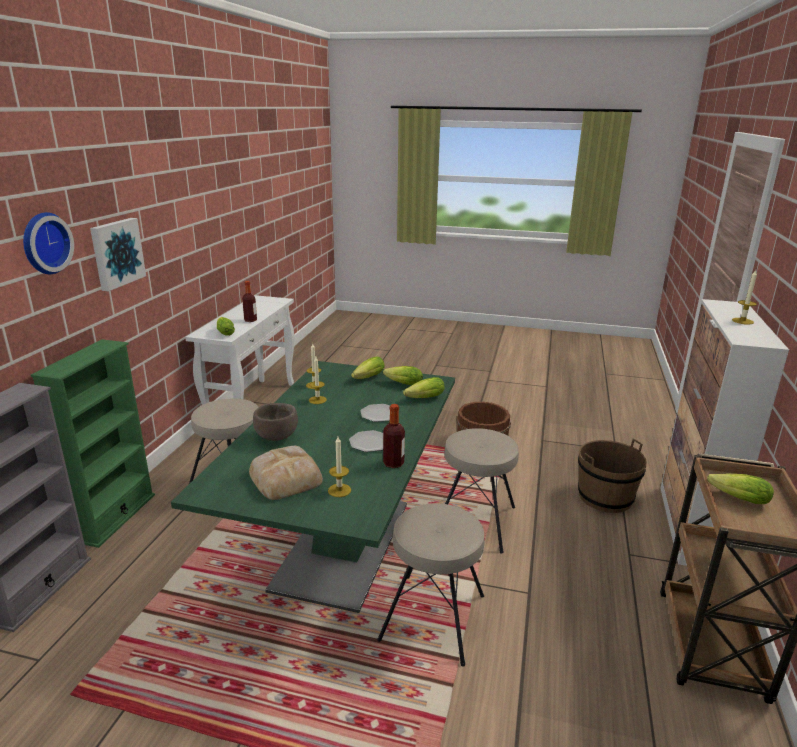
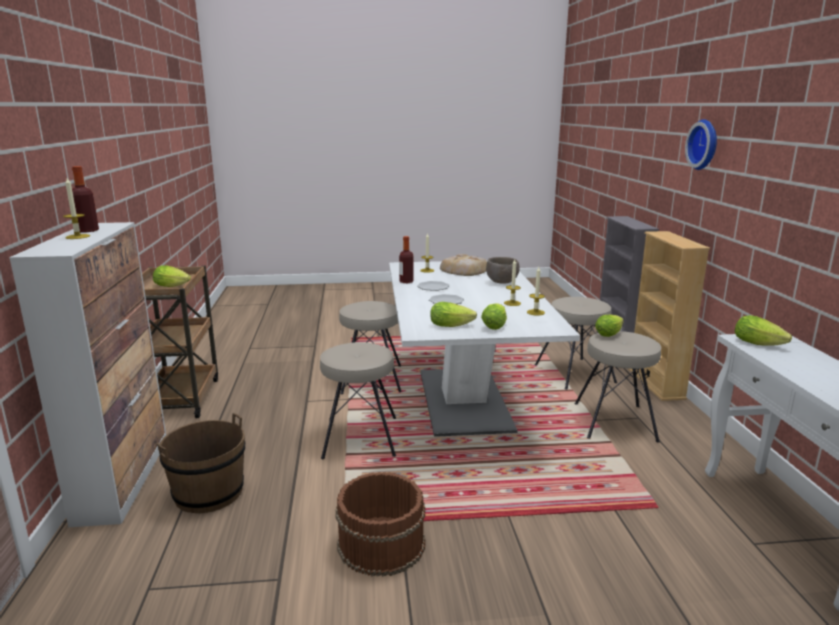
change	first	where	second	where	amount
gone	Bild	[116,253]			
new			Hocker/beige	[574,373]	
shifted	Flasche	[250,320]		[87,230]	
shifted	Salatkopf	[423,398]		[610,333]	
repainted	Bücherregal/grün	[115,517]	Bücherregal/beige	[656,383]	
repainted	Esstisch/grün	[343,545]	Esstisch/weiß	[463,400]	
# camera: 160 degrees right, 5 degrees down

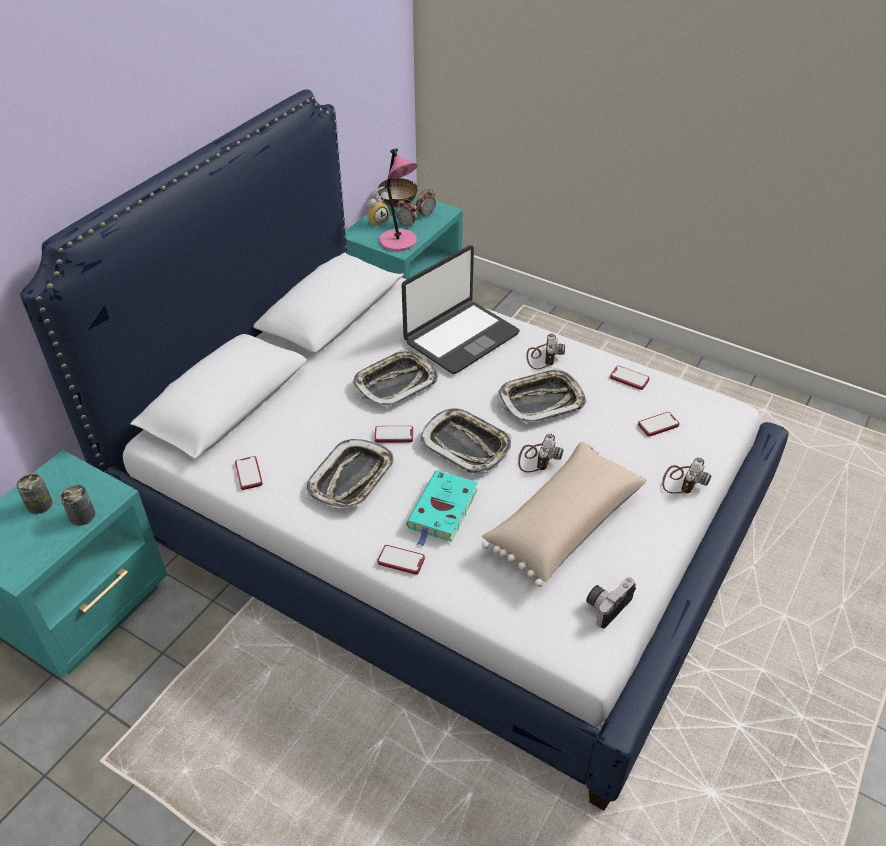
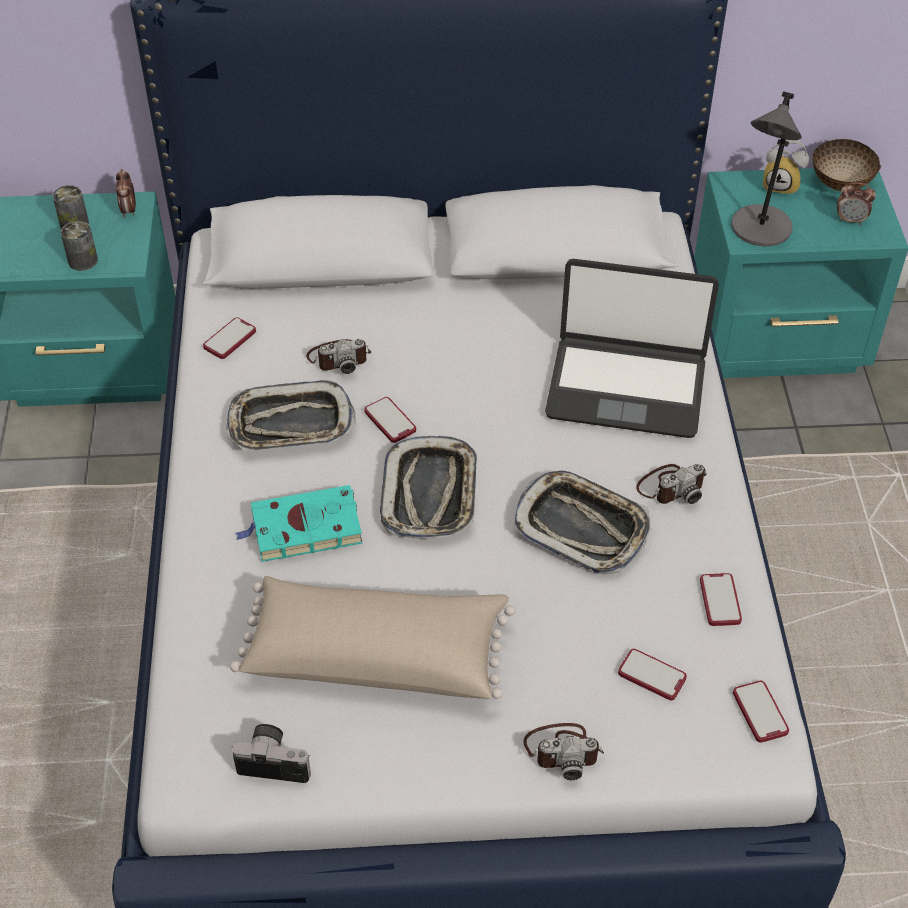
change	first	where	second	where	amount
gone	Tablett	[395,383]			
shifted	Handy	[401,560]		[760,712]	
shifted	Wecker	[407,224]		[129,211]	
shifted	Kamera	[537,458]		[339,358]	
repainted	Tischlampe/rosa	[399,242]	Tischlampe/grau	[760,229]	
# camera: 55 degrees right, 5 degrees up

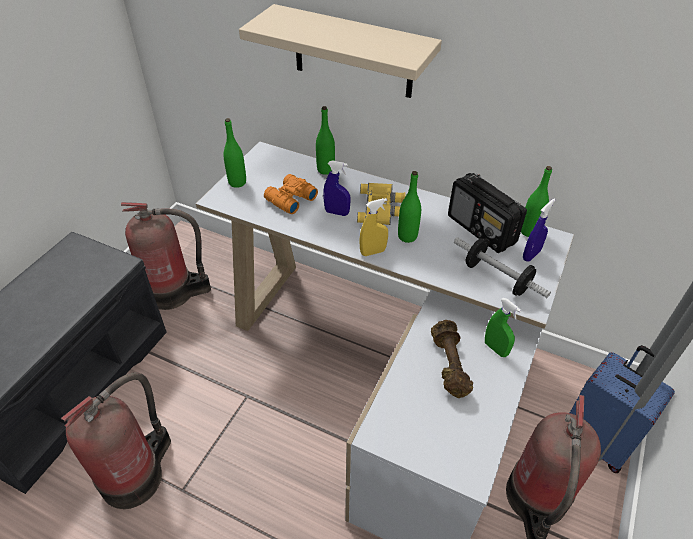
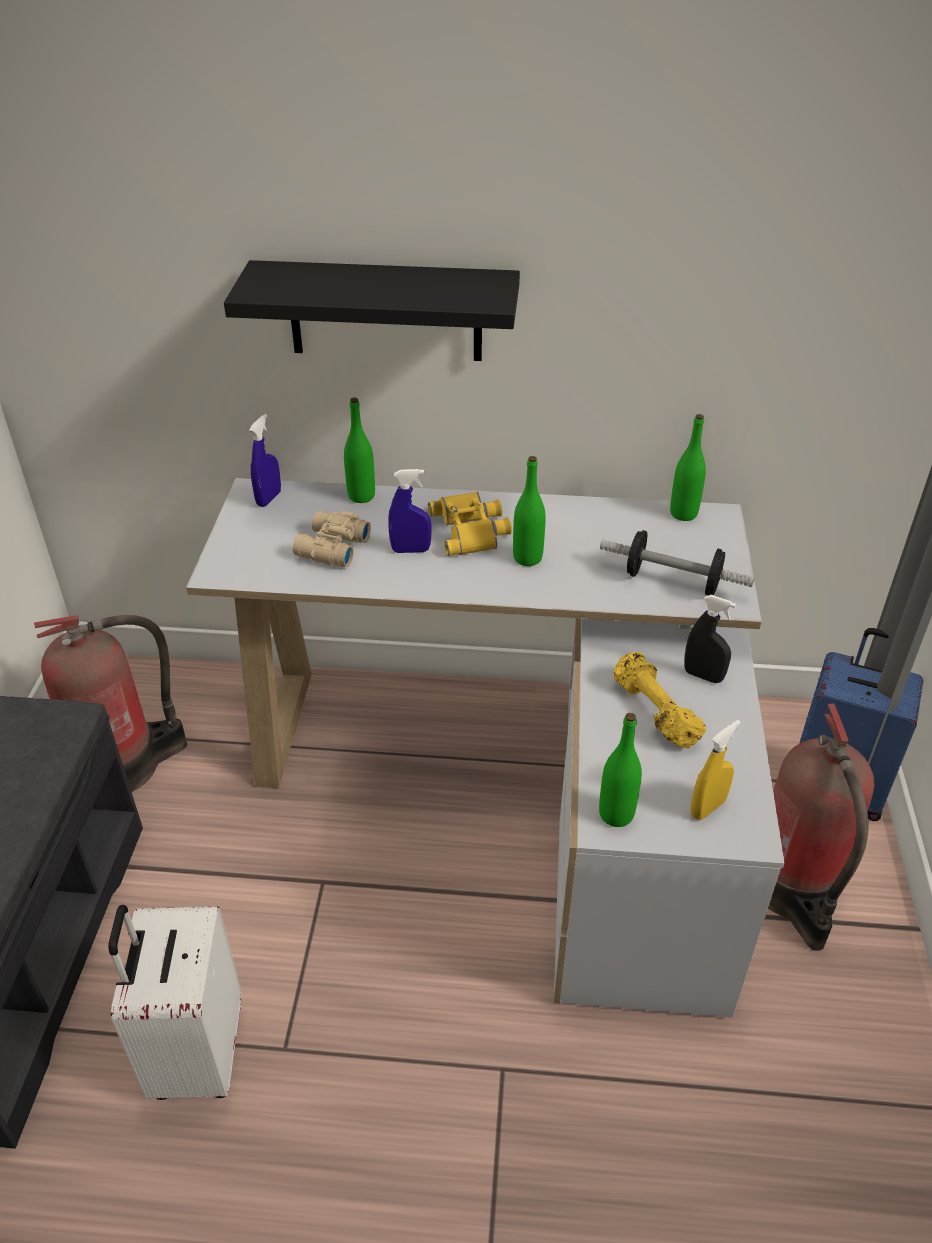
change	first	where	second	where	amount
gone	Radio	[481,230]			
shifted	Flasche/grün	[237,182]		[616,814]	
shifted	Sprühflasche/gelb	[373,252]		[707,808]	
shifted	Sprühflasche/blau	[531,255]		[269,499]	
swapped	Feuerlöscher	[135,474]	Koffer/weiß	[196,1053]	
repainted	Wandregal/beige	[353,52]	Wandregal/schwarz	[385,311]	
repainted	Fernglas/orange	[289,199]	Fernglas/beige	[331,548]	
repainted	Hantel/braun	[448,364]	Hantel/gelb	[653,712]	
repainted	Sprühflasche/grün	[495,348]	Sprühflasche/schwarz	[703,676]	
# camera: 20 degrees left, 5 degrees down

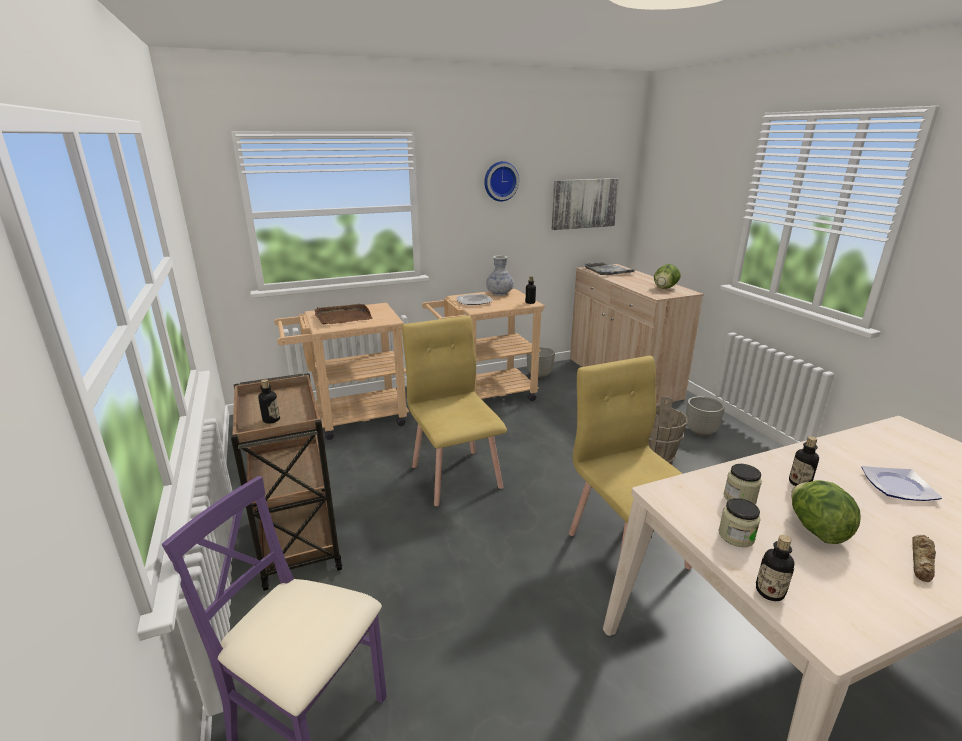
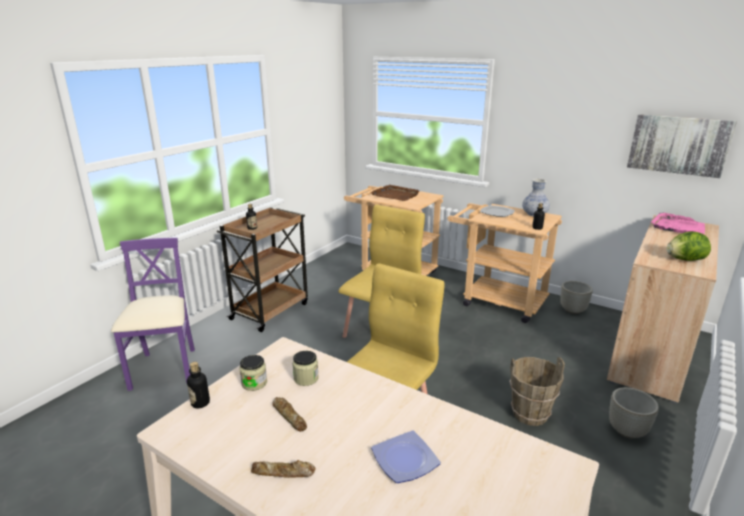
change	first	where	second	where	amount
gone	Wanduhr	[500,181]			
gone	Flasche	[799,483]			
swapped	Salatkopf	[816,529]	Brot	[289,416]	
repainted	Tablett/grau	[607,271]	Tablett/rosa	[678,227]	
# camera: 55 degrees right, 0 degrees up

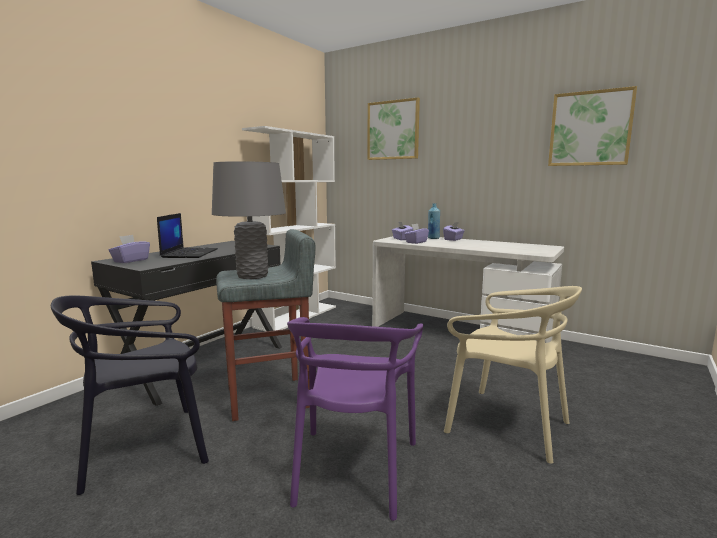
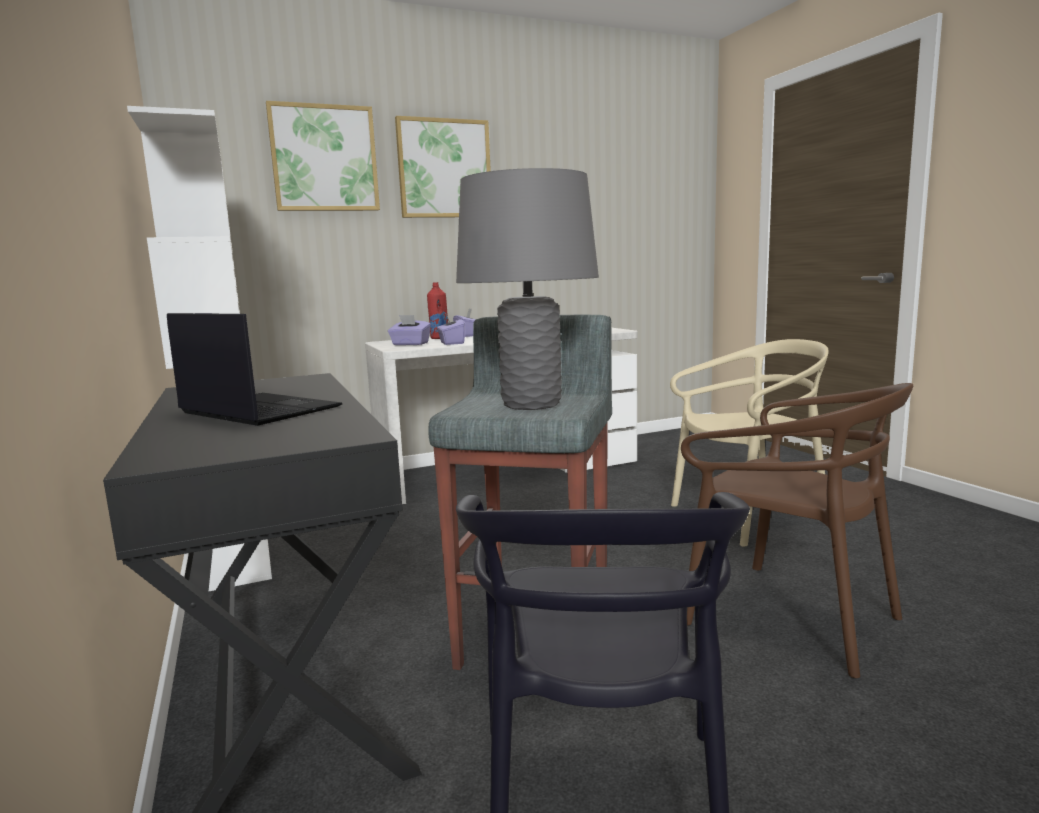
change	first	where	second	where	amount
gone	Taschentuchbox/lila	[130,260]			
shifted	Bild	[590,128]		[444,169]	
repainted	Stuhl/lila	[353,469]	Stuhl/braun	[790,617]	
repainted	Flasche/blau	[433,238]	Flasche/rot	[439,338]	
# camera: 55 degrees left, 0 degrees up

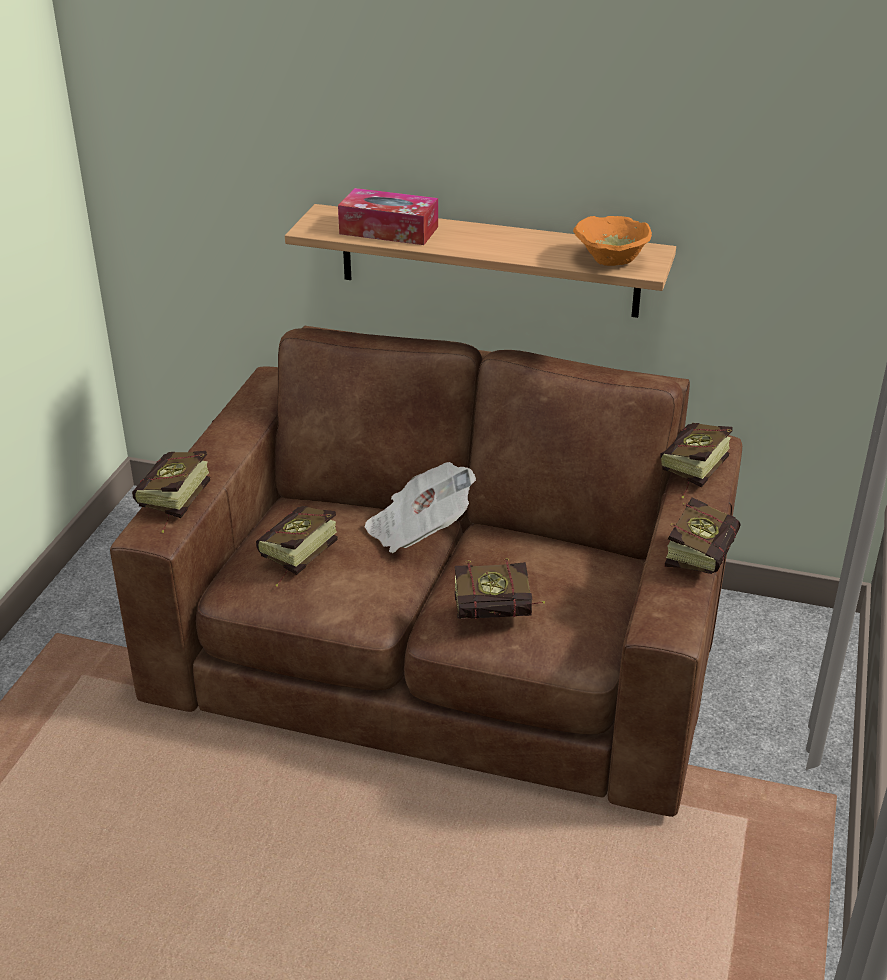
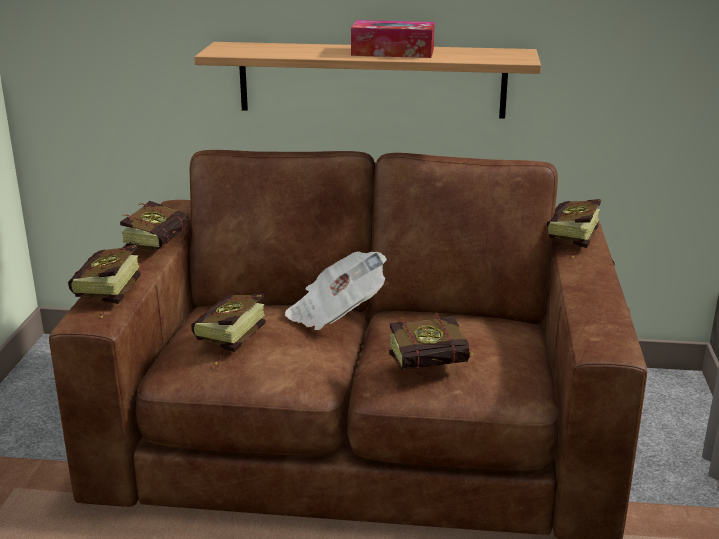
change	first	where	second	where	amount
gone	Schüssel/orange	[610,259]			
shifted	Taschentuchbox	[389,230]		[393,52]	
shifted	Buch	[702,554]		[160,244]	
# camera: 10 degrees left, 10 degrees down

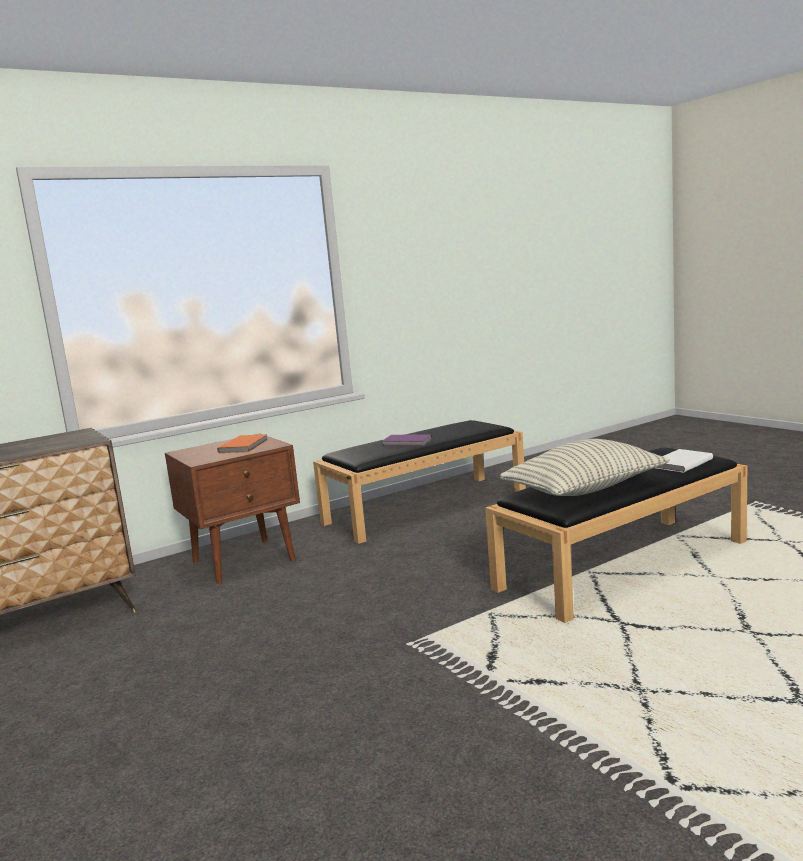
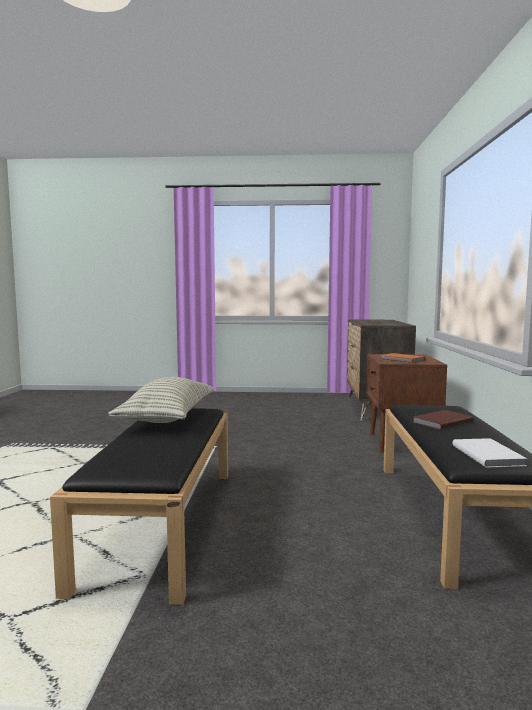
change	first	where	second	where	amount
shifted	Buch/weiß	[680,463]		[488,455]	
repainted	Buch/lila	[407,442]	Buch/braun	[441,422]	
# camera: 125 degrees right, 5 degrees down

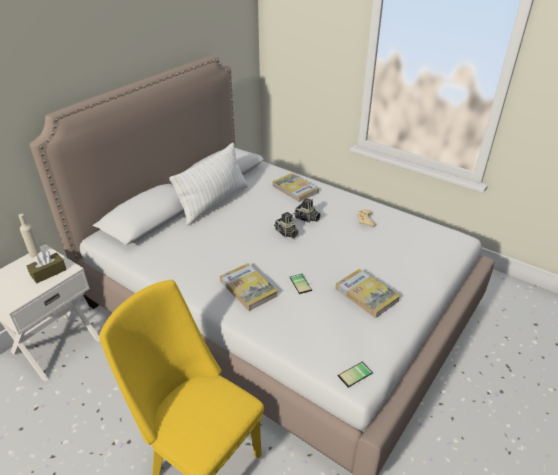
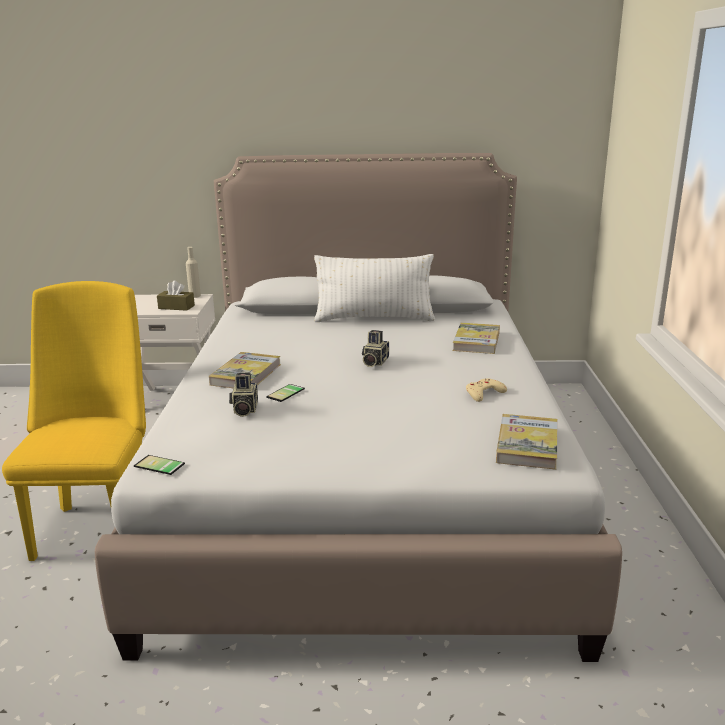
change	first	where	second	where	amount
shifted	Kamera	[307,219]		[244,409]	
shifted	Buch	[366,294]		[527,445]	
# camera: 55 degrees right, 15 degrees down

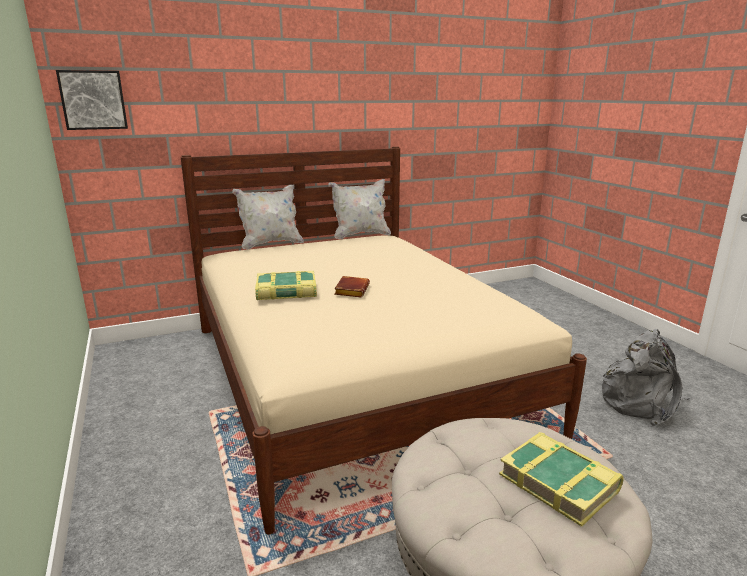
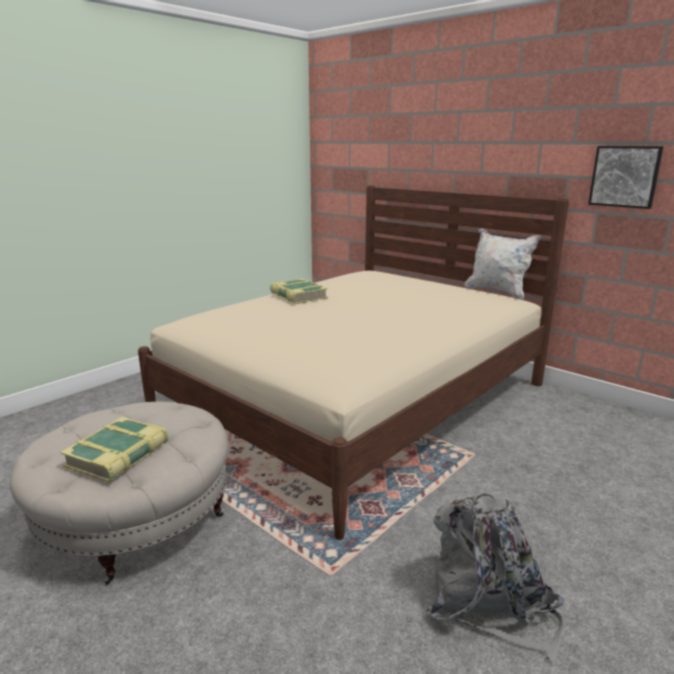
change	first	where	second	where	amount
gone	Kissen/weiß	[270,244]			
gone	Buch/braun	[351,290]			
shifted	Bild	[93,100]		[625,176]	
# camera: 65 degrees right, 0 degrees up

